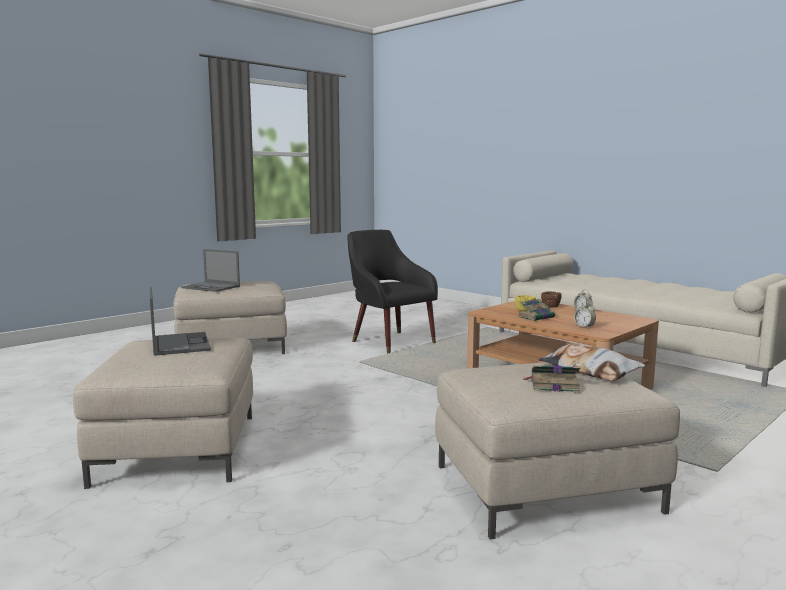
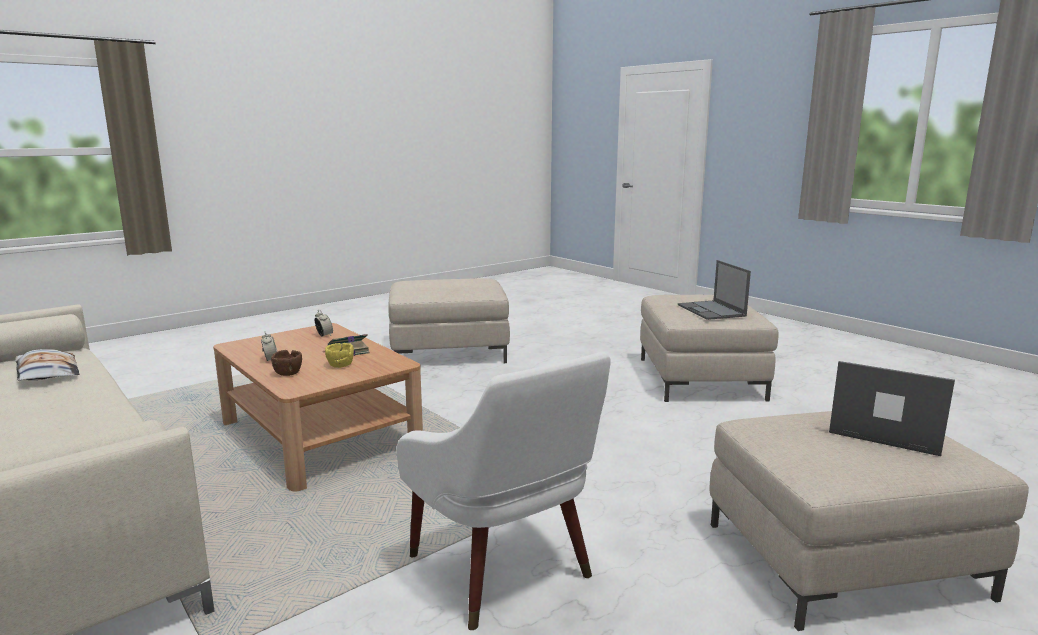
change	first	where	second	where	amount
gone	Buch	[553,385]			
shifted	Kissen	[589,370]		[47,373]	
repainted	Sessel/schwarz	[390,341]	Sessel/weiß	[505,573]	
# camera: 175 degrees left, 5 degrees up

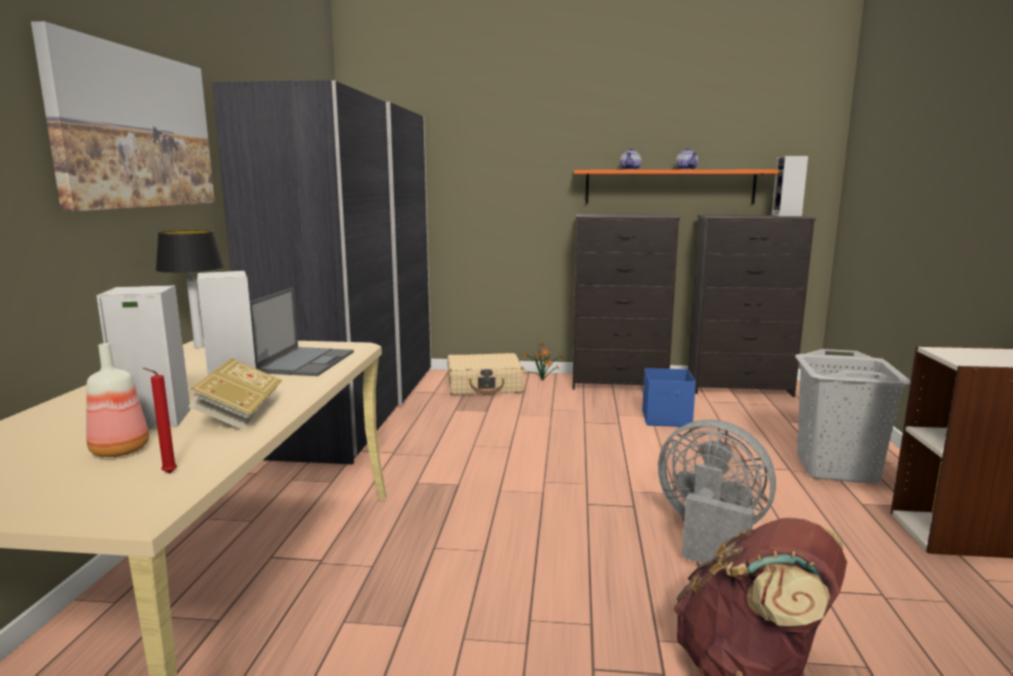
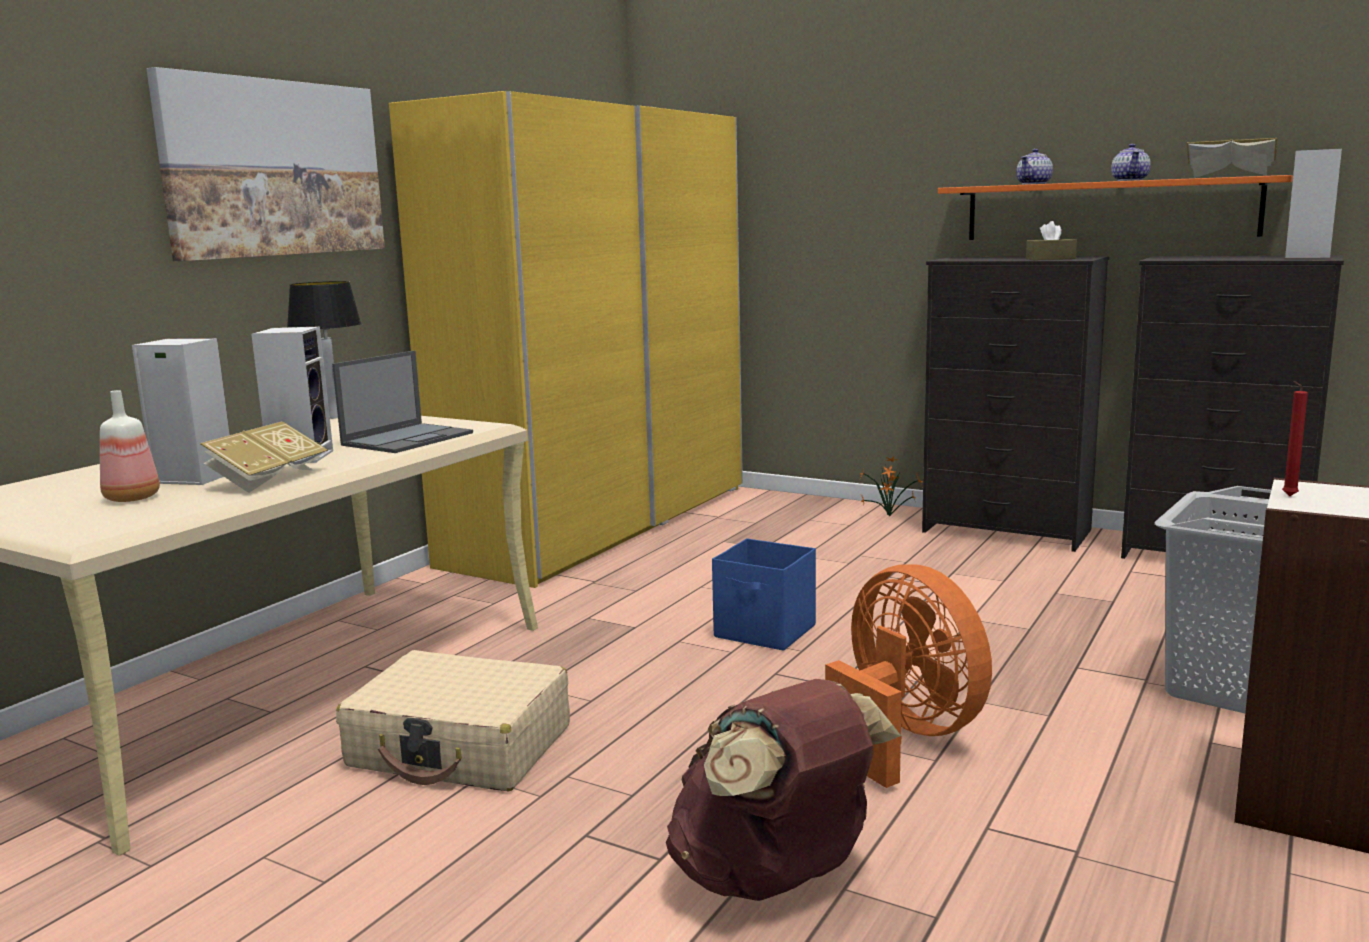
change	first	where	second	where	amount
new			Taschentuchbox/braun	[1050,259]	
new			Buch	[1229,176]	
shifted	Kerze/rot	[167,474]		[1287,496]	
shifted	Koffer/beige	[485,386]		[461,747]	
shifted	Aufbewahrungsbox/blau	[667,419]		[766,632]	
repainted	Kleiderschrank/grau	[356,406]	Kleiderschrank/gelb	[602,524]	
repainted	Ventilator/grau	[710,535]	Ventilator/orange	[903,737]	
# camera: 25 degrees right, 0 degrees up

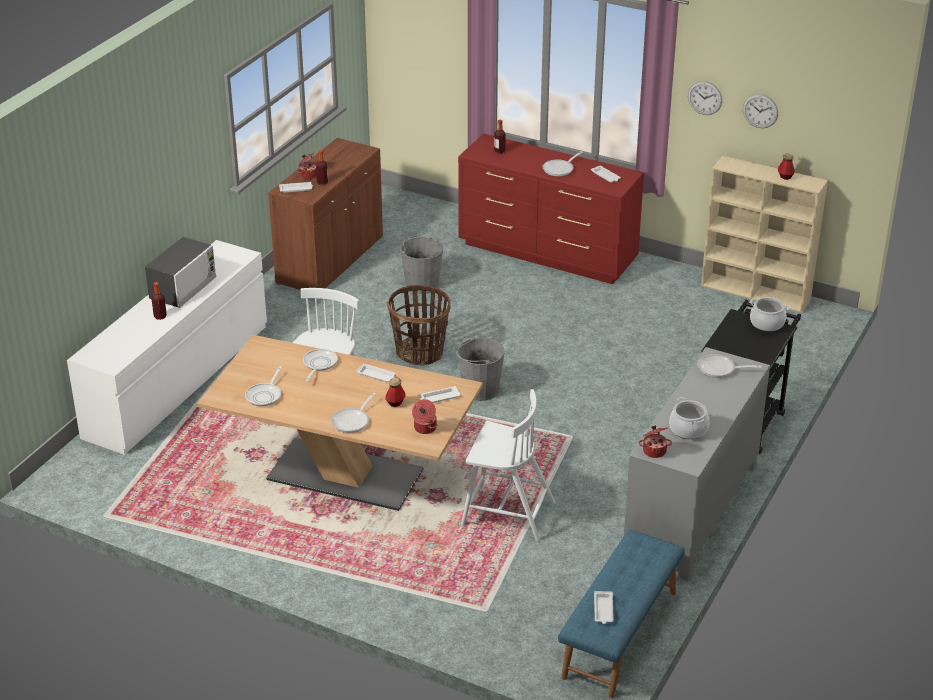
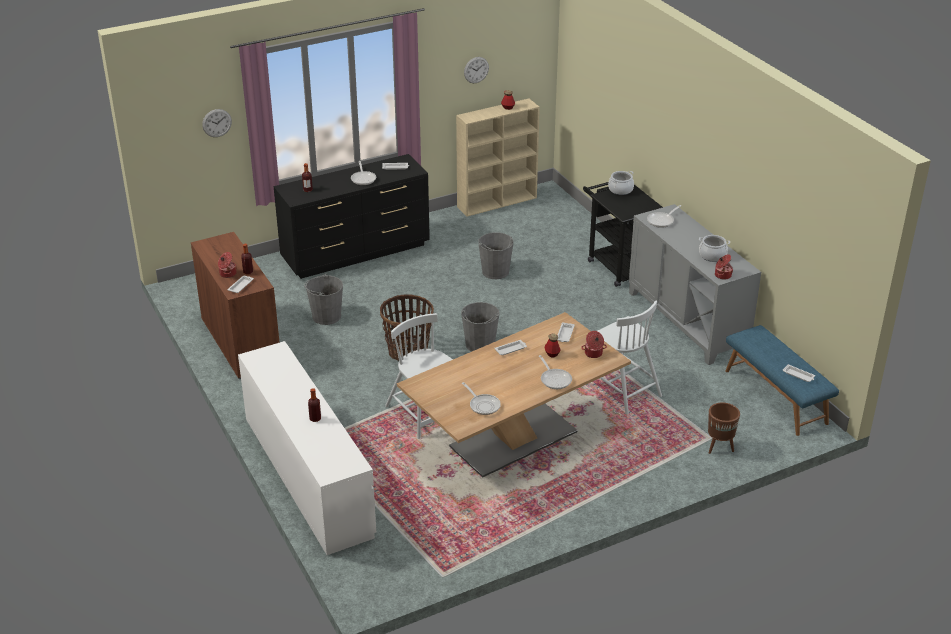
change	first	where	second	where	amount
gone	Mikrowelle	[183,288]			
gone	Pfanne	[319,365]			
new			Eimer/grau	[495,272]	
new			Pflanzkübel/braun	[719,447]	
shifted	Wanduhr	[705,98]		[217,123]	
repainted	Kommode/rot	[548,253]	Kommode/schwarz	[356,252]	
rotated	Stuhl/weiß	[506,513]		[622,389]	90 degrees clockwise
# camera: 55 degrees left, 0 degrees up

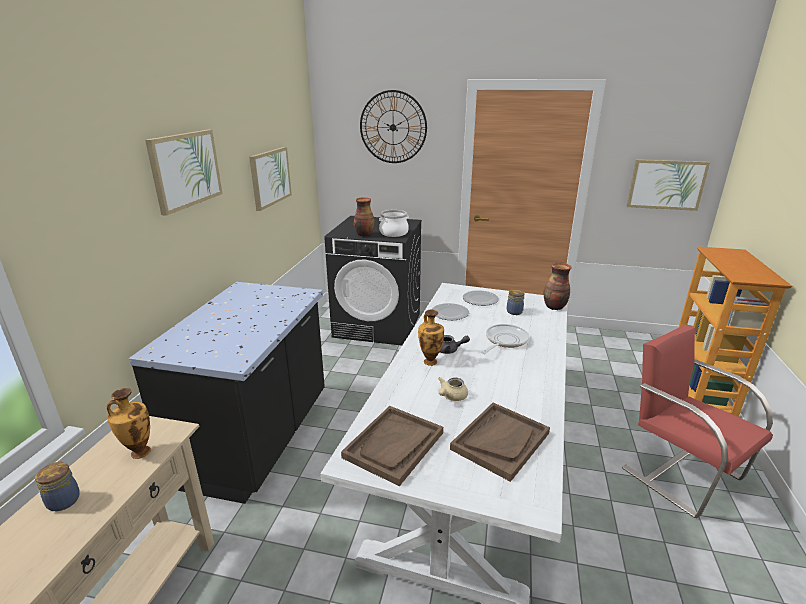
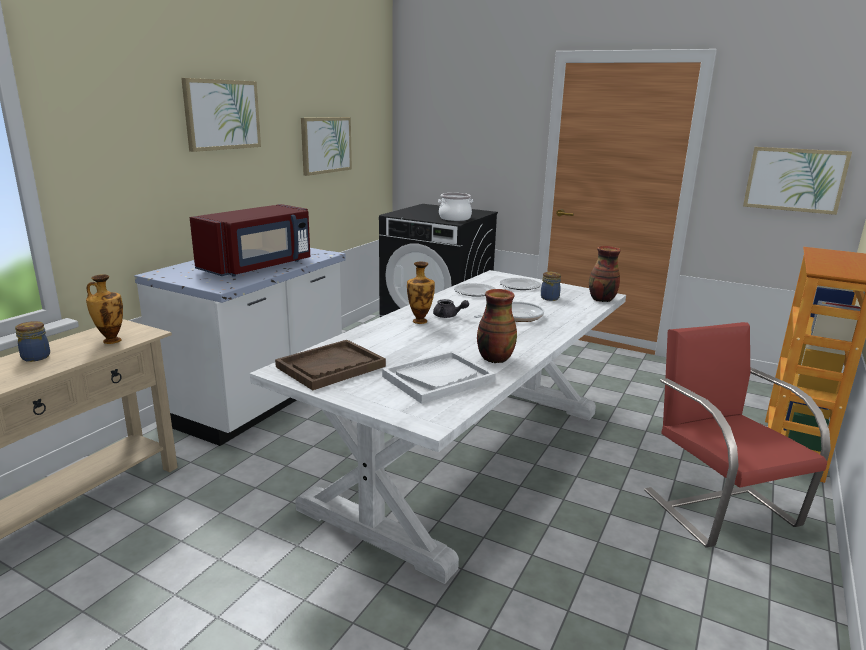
change	first	where	second	where	amount
gone	Wanduhr	[393,127]			
gone	Teekanne/beige	[451,396]			
new			Mikrowelle/rot	[258,266]	
shifted	Vase	[364,234]		[494,358]	
repainted	Küchenzeile/schwarz	[258,439]	Küchenzeile/weiß	[259,401]	
repainted	Tablett/braun	[500,441]	Tablett/weiß	[438,379]	
# camera: 15 degrees right, 5 degrees down

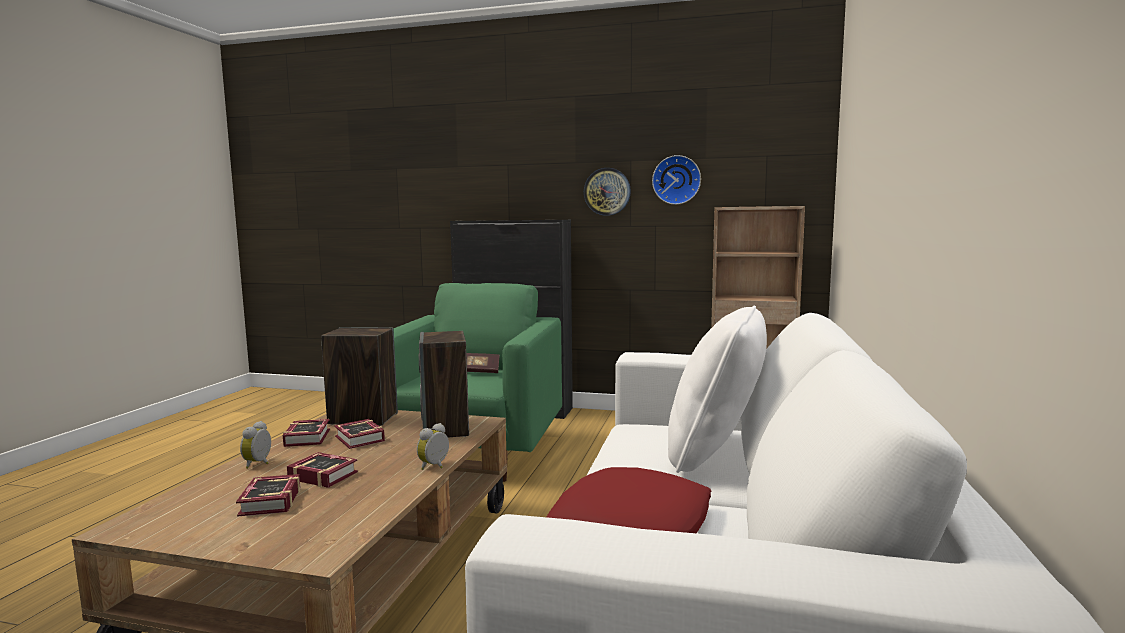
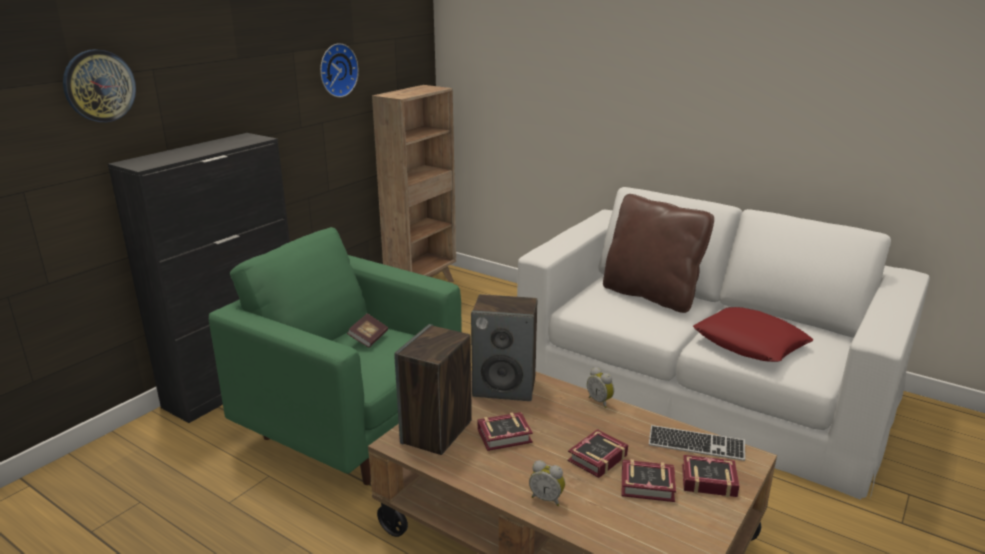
change	first	where	second	where	amount
new			Tastatur	[696,445]	
shifted	Buch	[309,437]		[706,479]	
shifted	Wanduhr	[607,191]		[99,86]	
repainted	Kissen/weiß	[716,453]	Kissen/braun	[651,295]	
# camera: 70 degrees left, 15 degrees up

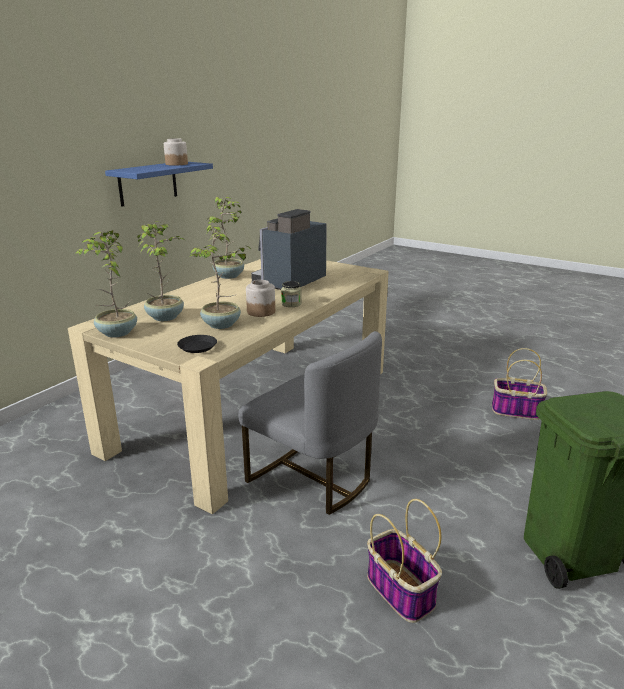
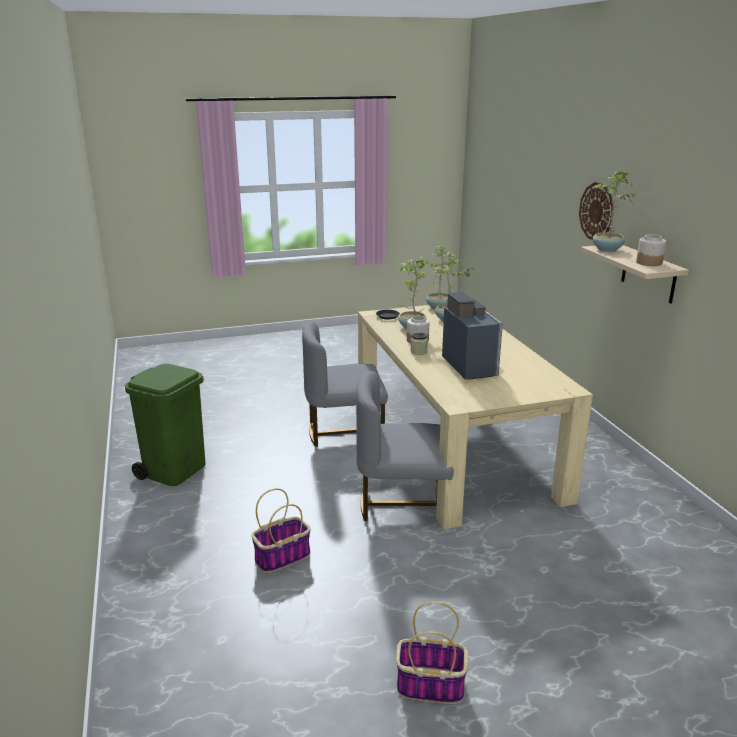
change	first	where	second	where	amount
new			Stuhl/grau	[403,504]	
new			Wanduhr	[596,211]	
shifted	Topfpflanze	[230,276]		[606,249]	
shifted	Korb	[401,591]		[429,686]	
repainted	Wandregal/blau	[148,183]	Wandregal/beige	[648,273]	
# camera: 130 degrees right, 0 degrees up

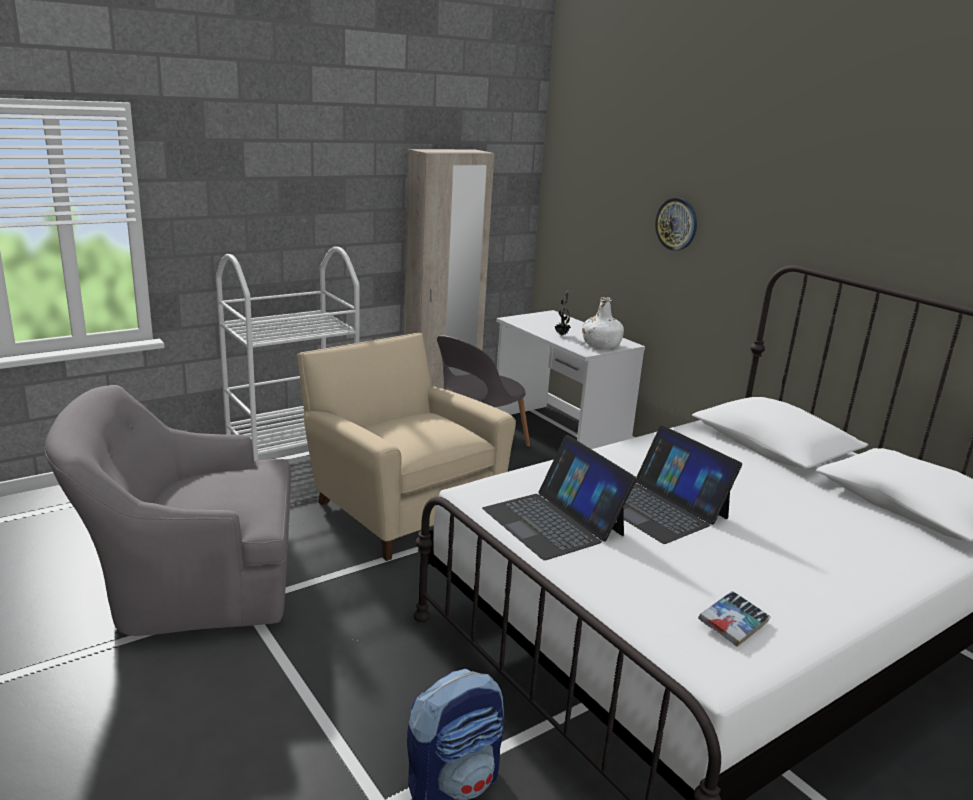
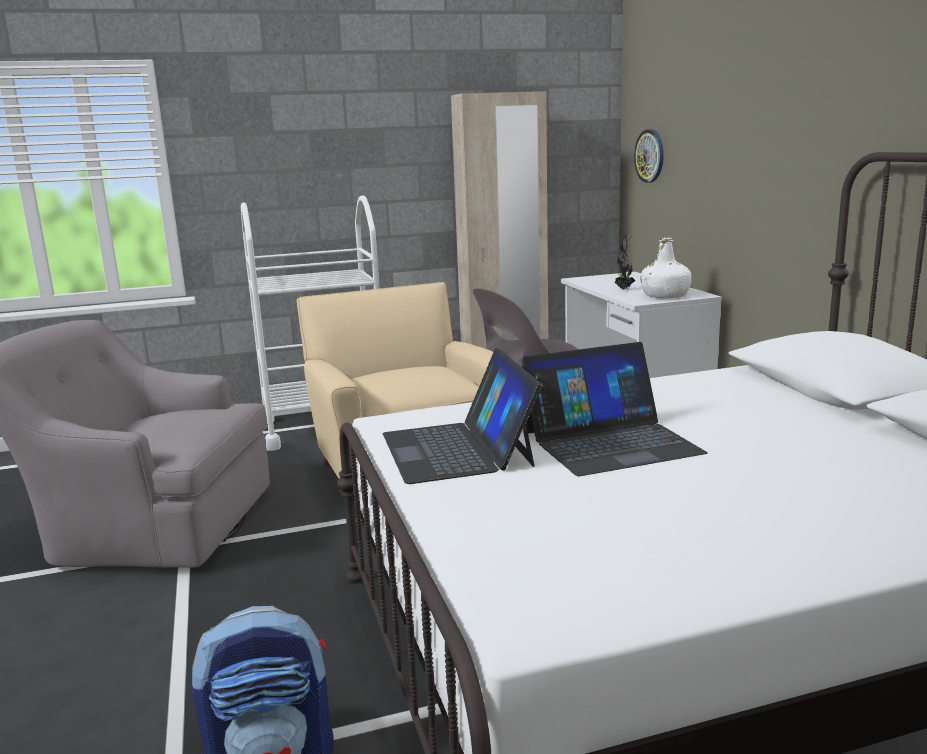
change	first	where	second	where	amount
gone	Buch	[733,624]			
shifted	Wanduhr	[676,224]		[650,156]	
rotated	Laptop	[658,508]		[610,442]	90 degrees counterclockwise
# camera: 20 degrees right, 5 degrees down

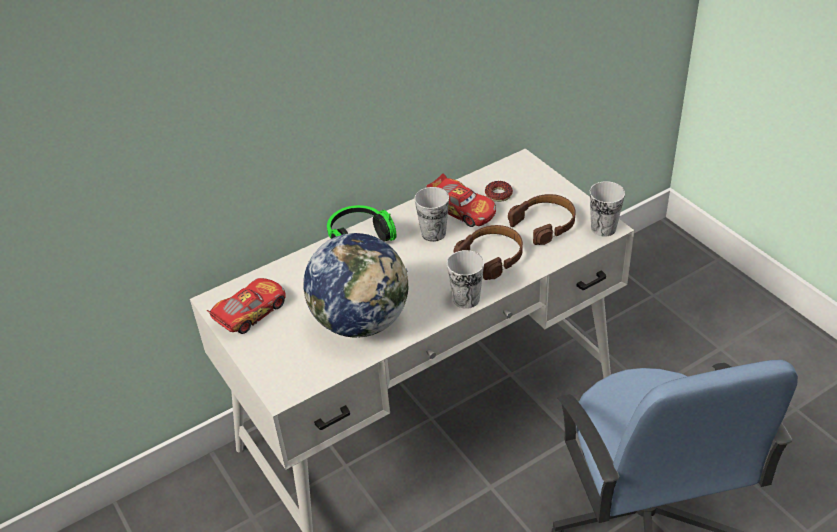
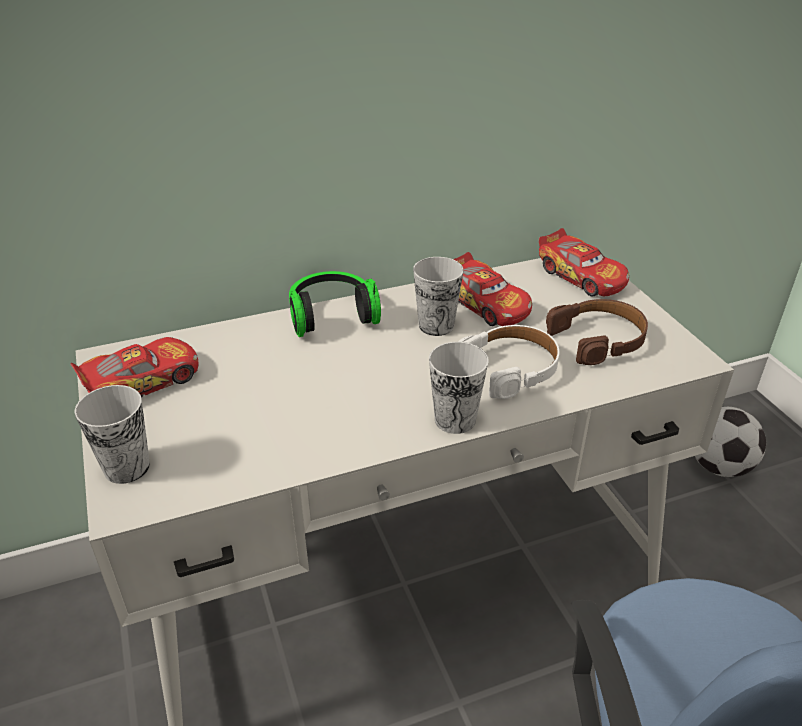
change	first	where	second	where	amount
gone	Globus	[361,321]			
gone	Donut	[498,194]			
new			Spielzeugauto	[581,276]	
new			Fußball	[719,466]	
shifted	Tasse	[603,228]		[127,467]	
repainted	Kopfhörer/braun	[492,256]	Kopfhörer/weiß	[510,368]	
# camera: 10 degrees right, 5 degrees down

